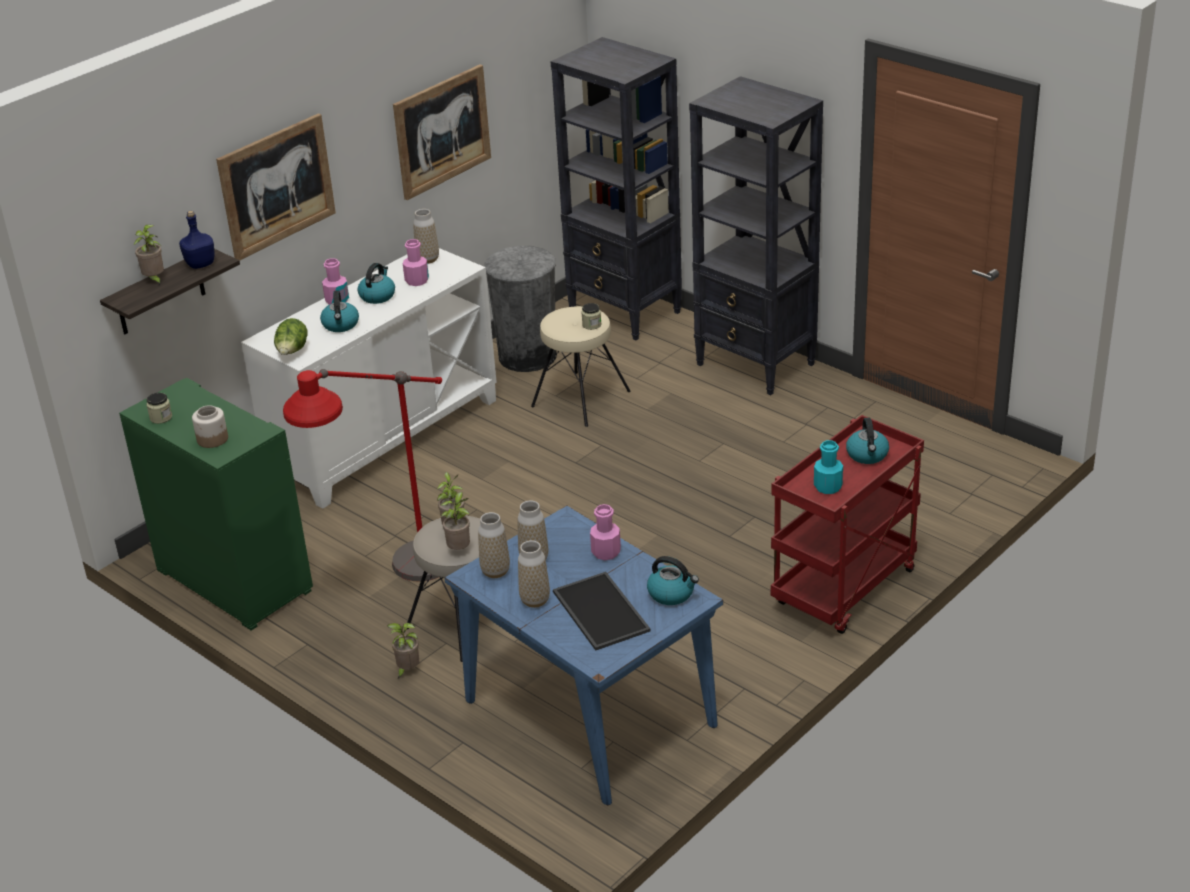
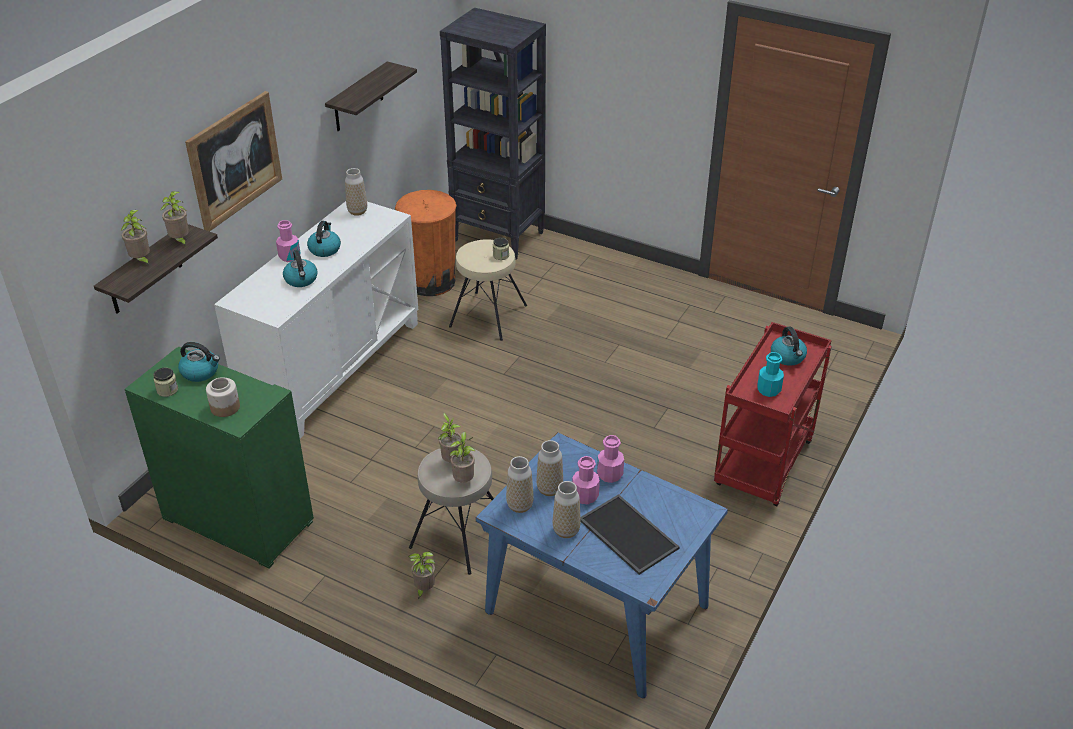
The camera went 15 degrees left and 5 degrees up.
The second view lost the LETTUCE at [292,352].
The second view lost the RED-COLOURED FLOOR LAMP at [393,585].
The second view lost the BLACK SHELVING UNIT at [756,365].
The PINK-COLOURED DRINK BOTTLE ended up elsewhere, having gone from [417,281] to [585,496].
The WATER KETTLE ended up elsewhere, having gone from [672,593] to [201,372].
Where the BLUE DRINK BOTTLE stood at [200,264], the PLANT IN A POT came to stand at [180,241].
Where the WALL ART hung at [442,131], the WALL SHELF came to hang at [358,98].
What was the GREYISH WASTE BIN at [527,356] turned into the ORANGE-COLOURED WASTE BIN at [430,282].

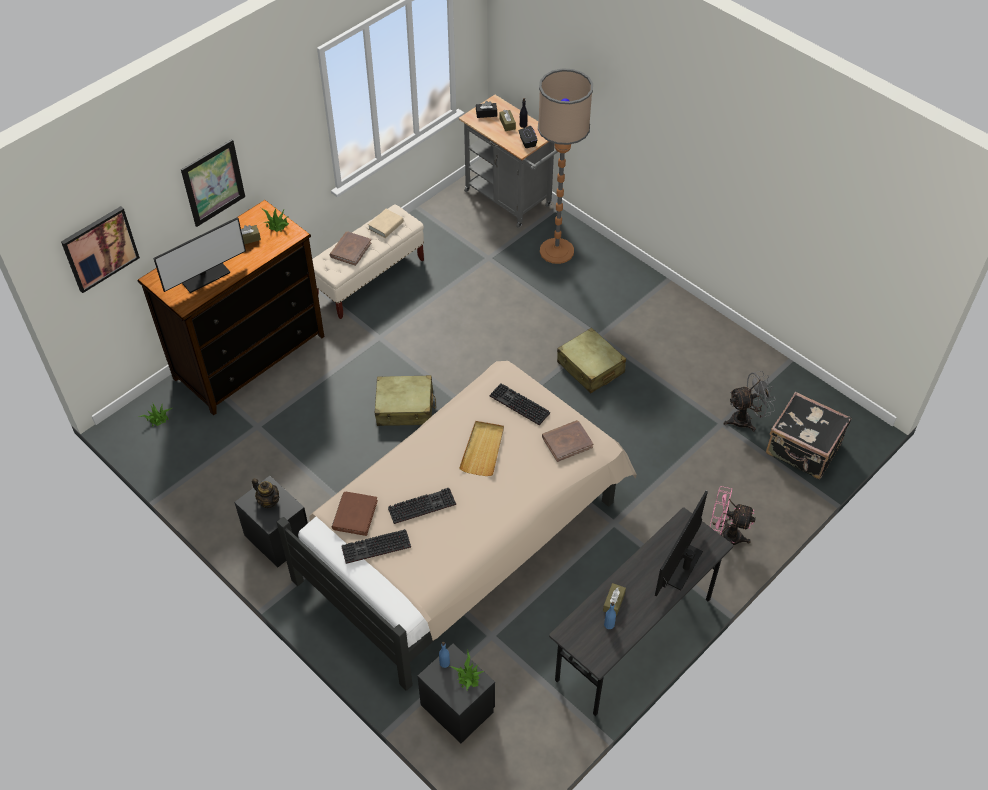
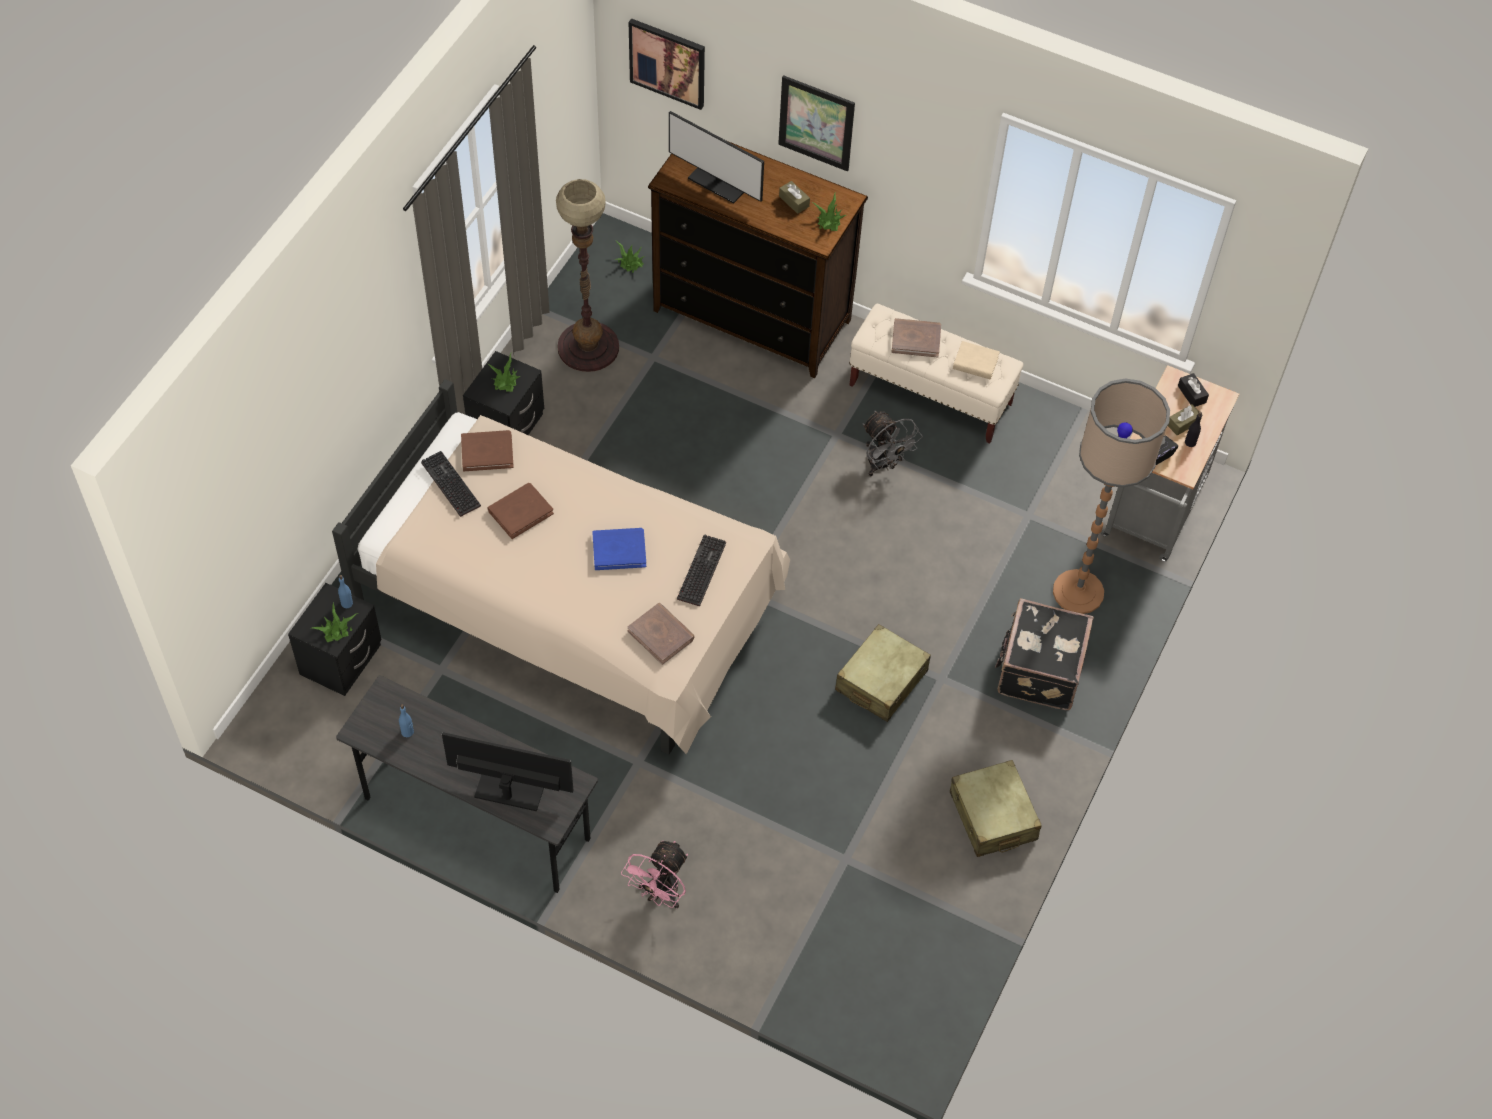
The camera went 70 degrees right and 5 degrees up.
The second view lost the BROWN-COLOURED BOX OF TISSUES at [614,602].
The second view gained the FLOOR LAMP at [588,347].
The BEIGE PIECE OF LUGGAGE ended up elsewhere, having gone from [405,407] to [993,816].
The GREYISH ELECTRIC FAN ended up elsewhere, having gone from [746,419] to [884,465].
The BLACK PIECE OF LUGGAGE ended up elsewhere, having gone from [802,450] to [1038,670].
Where the TEA POT stood at [268,501], the PLANT IN A POT came to stand at [506,381].
Where the KEYBOARD stood at [422,505], the BROWN-COLOURED BOOK came to stand at [520,512].
Where the BEIGE SERVING TRAY stood at [483,450], the BLUE BOOK came to stand at [619,550].
The PINK-COLOURED ELECTRIC FAN at [724,535] ended up facing another way, 150 degrees counterclockwise from before.

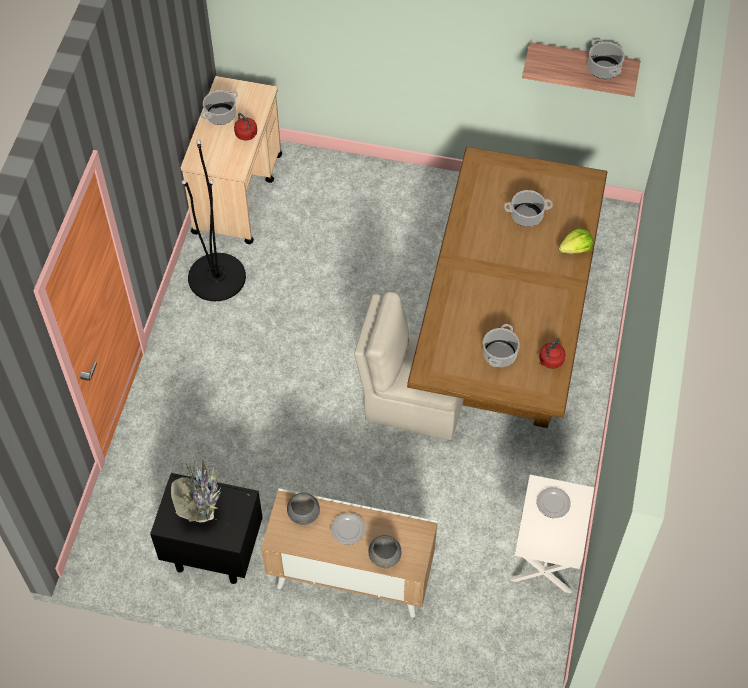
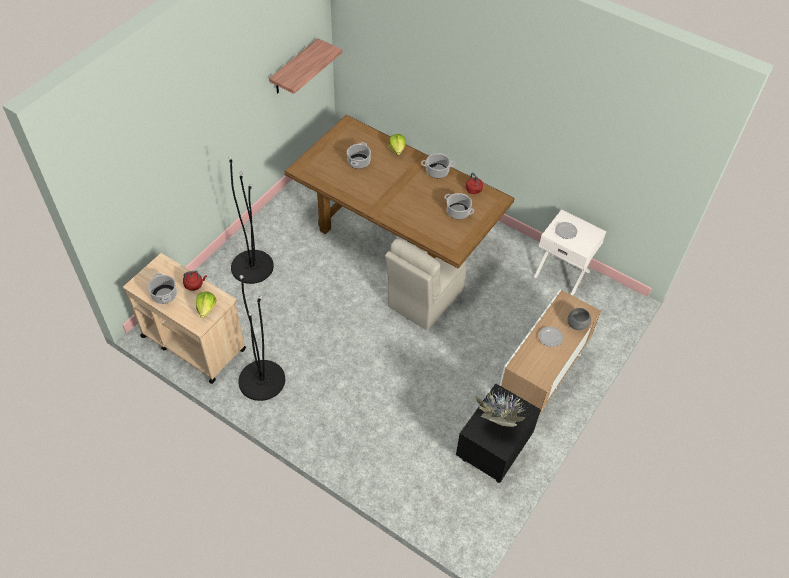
The camera went 70 degrees left and 5 degrees down.
The second view lost the GREYISH BOWL at [303,514].
The second view gained the LETTUCE at [206,308].
The second view gained the BLACK FLOOR LAMP at [252,266].
The COOKING POT ended up elsewhere, having gone from [604,69] to [437,171].

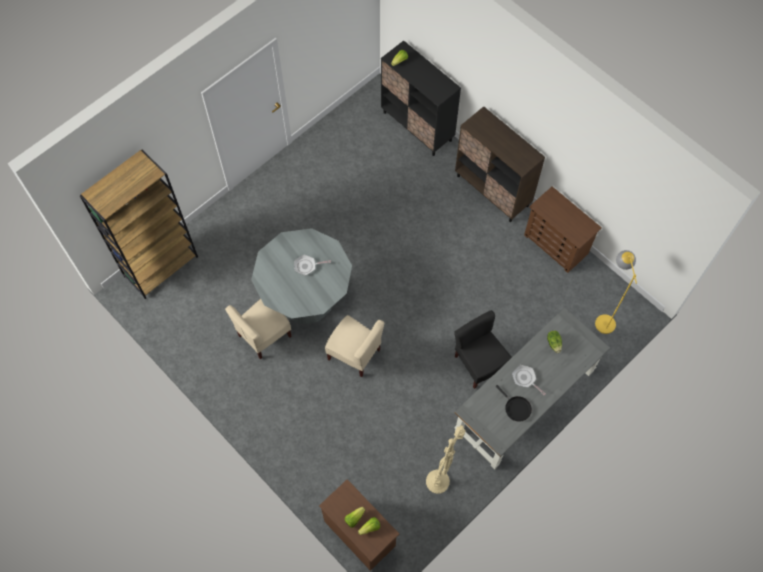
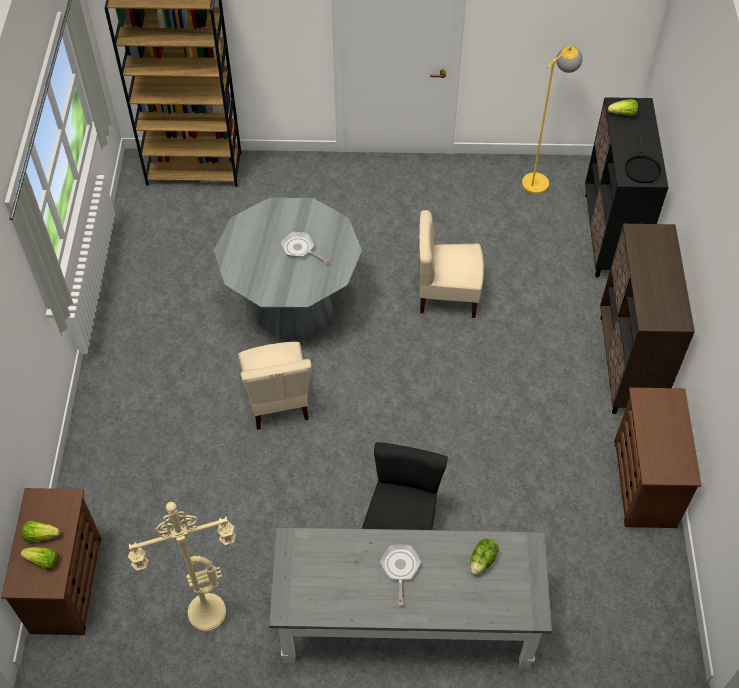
The camera went 45 degrees right and 10 degrees down.
The BEIGE CHAIR ended up elsewhere, having gone from [264,336] to [447,295].
The BLACK PAN ended up elsewhere, having gone from [516,408] to [641,169].
The YELLOWISH FLOOR LAMP ended up elsewhere, having gone from [603,317] to [540,178].

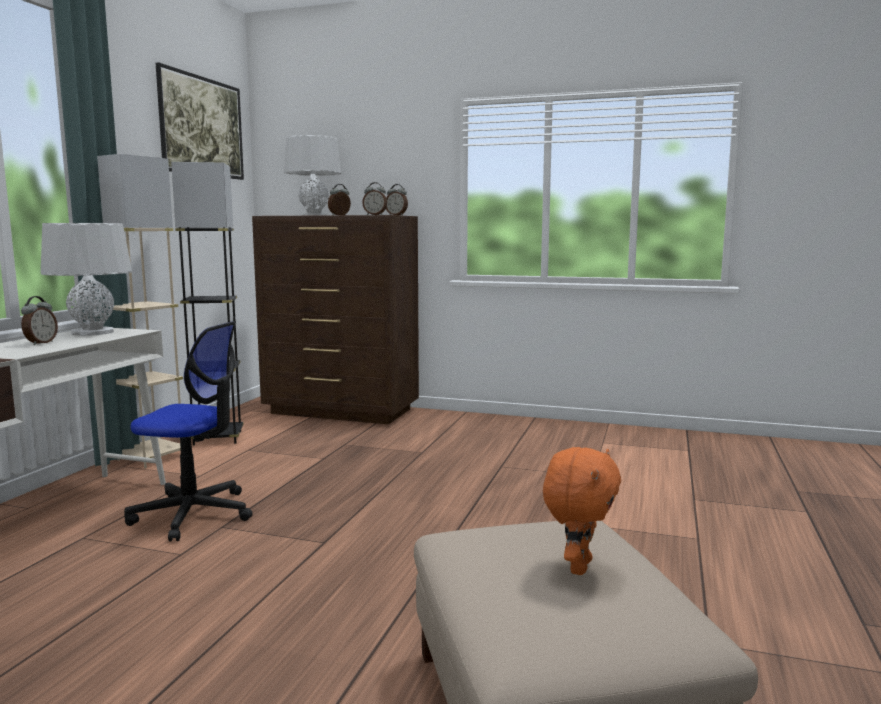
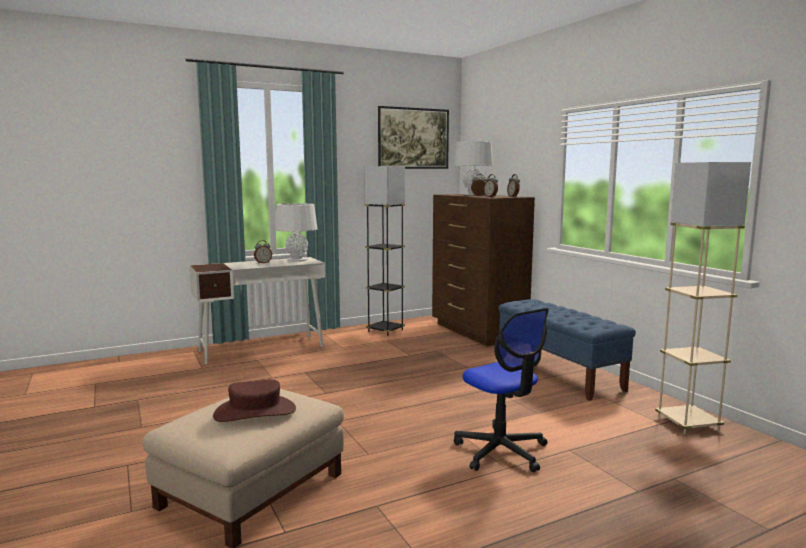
The camera went 45 degrees right and 0 degrees up.
The second view gained the BLUE BENCH at [559,373].
The BEIGE FLOOR LAMP ended up elsewhere, having gone from [151,458] to [688,423].
The DESK CHAIR ended up elsewhere, having gone from [193,514] to [501,451].
Where the ORANGE-COLOURED CUDDLY TOY stood at [578,566], the BROWN-COLOURED HAT came to stand at [255,412].

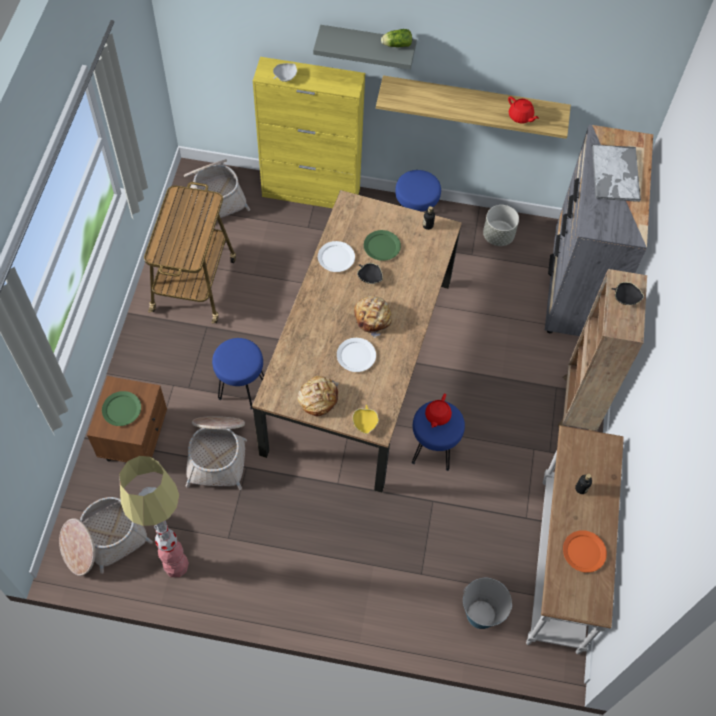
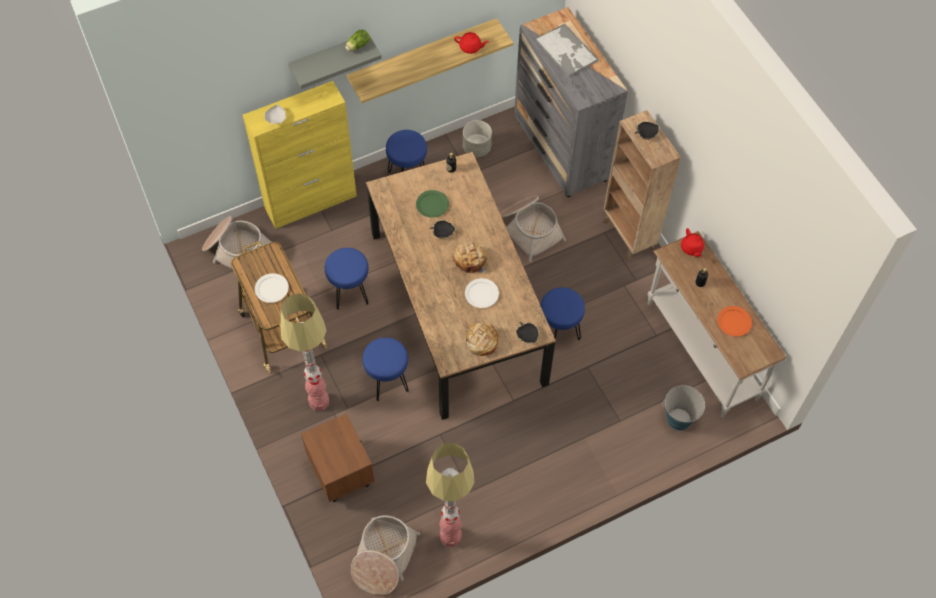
The camera went 35 degrees left and 0 degrees up.
The second view lost the GREENISH PLATE at [121,409].
The second view gained the FLOOR LAMP at [319,401].
The second view gained the BLUE SITTING STOOL at [349,293].
The HOUSEHOLD BASKET ended up elsewhere, having gone from [218,453] to [529,229].
The WHITE-COLOURED PLATE ended up elsewhere, having gone from [336,257] to [272,288].
The RED-COLOURED TEA POT ended up elsewhere, having gone from [437,416] to [691,248].
What was the YELLOWISH BOWL at [365,422] turned into the BLACK BOWL at [527,335].

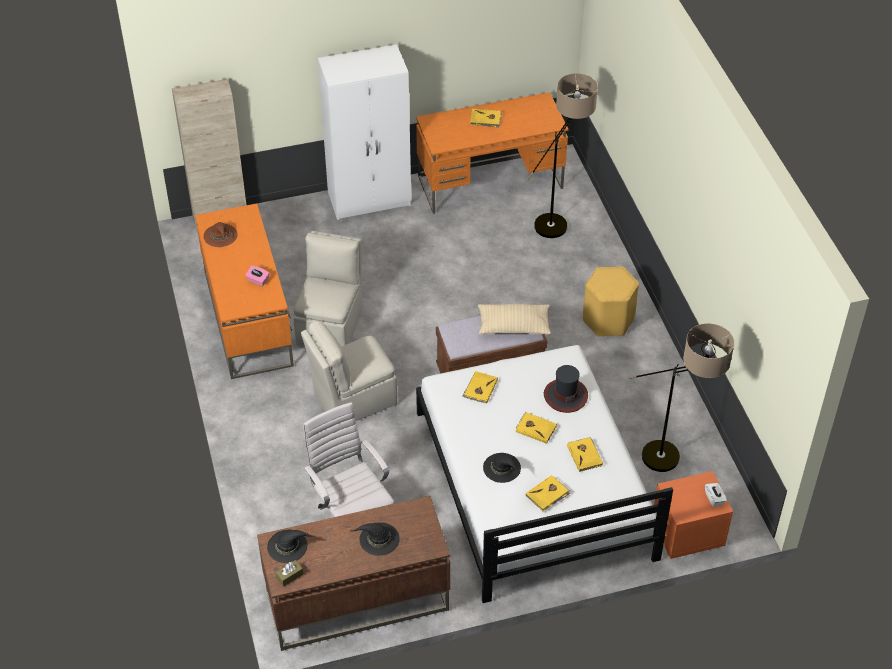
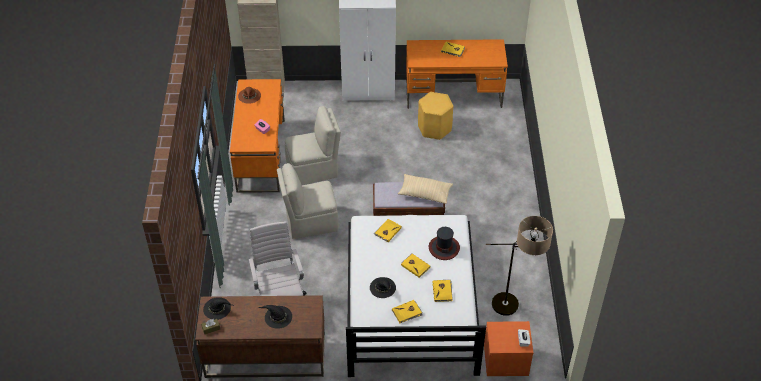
The camera went 15 degrees right and 0 degrees up.
The second view lost the FLOOR LAMP at [560,220].
The YELLOWISH SITTING STOOL ended up elsewhere, having gone from [608,320] to [434,128].
The BEIGE CHAIR at [331,325] ended up facing another way, 45 degrees clockwise from before.

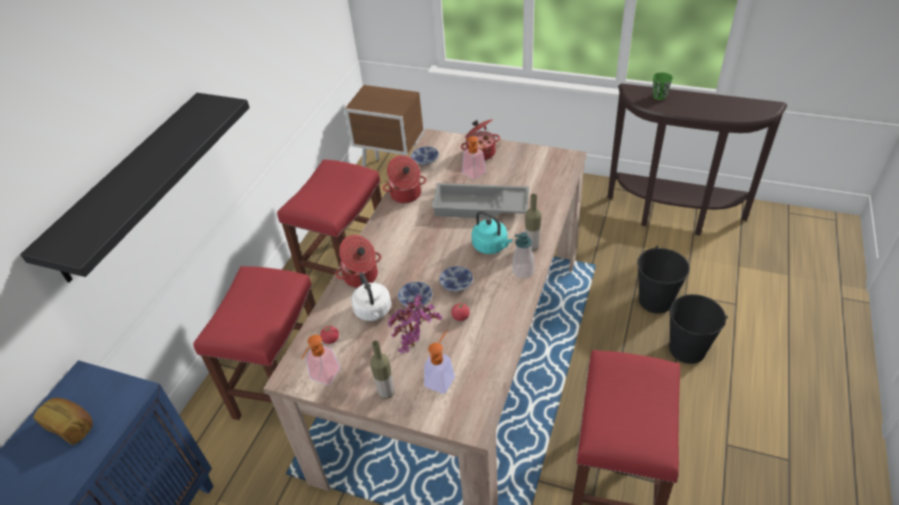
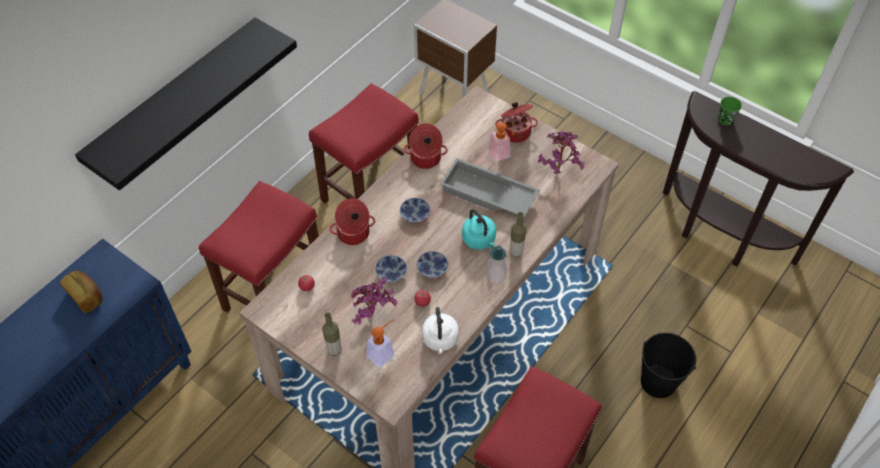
The camera went 15 degrees right and 10 degrees up.
The second view lost the SOAP BOTTLE at [322,378].
The second view lost the BLACK WATER BUCKET at [655,300].
The second view gained the PLANT IN A POT at [558,171].
The WHITE-COLOURED WATER KETTLE ended up elsewhere, having gone from [373,312] to [440,340].
The BOWL ended up elsewhere, having gone from [425,160] to [415,213].

